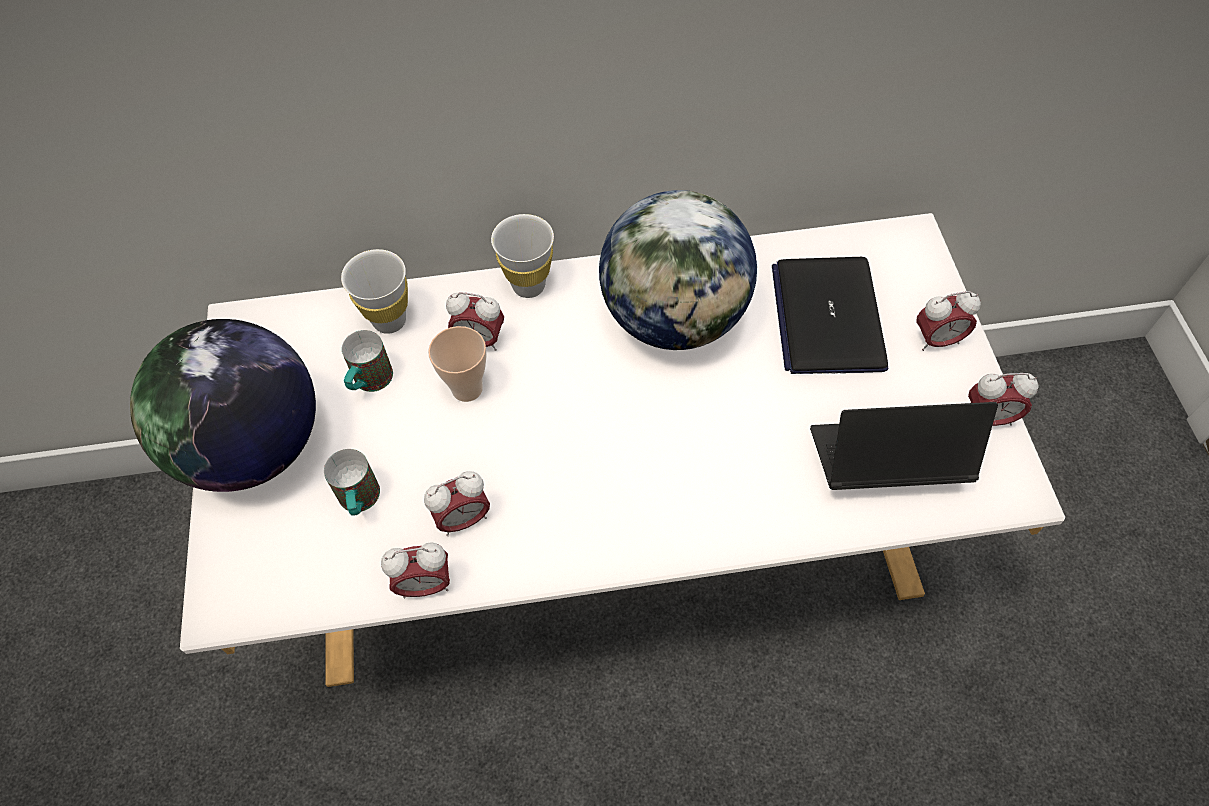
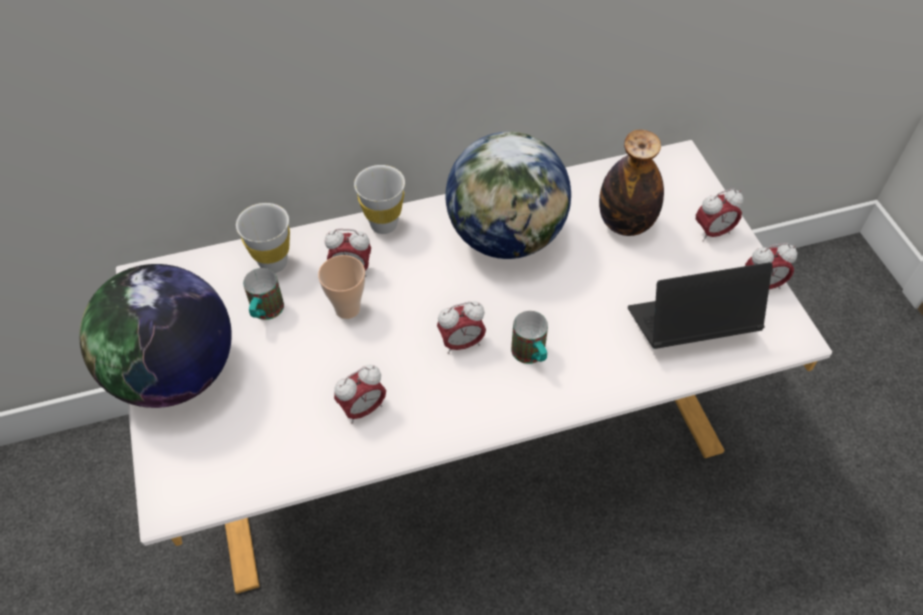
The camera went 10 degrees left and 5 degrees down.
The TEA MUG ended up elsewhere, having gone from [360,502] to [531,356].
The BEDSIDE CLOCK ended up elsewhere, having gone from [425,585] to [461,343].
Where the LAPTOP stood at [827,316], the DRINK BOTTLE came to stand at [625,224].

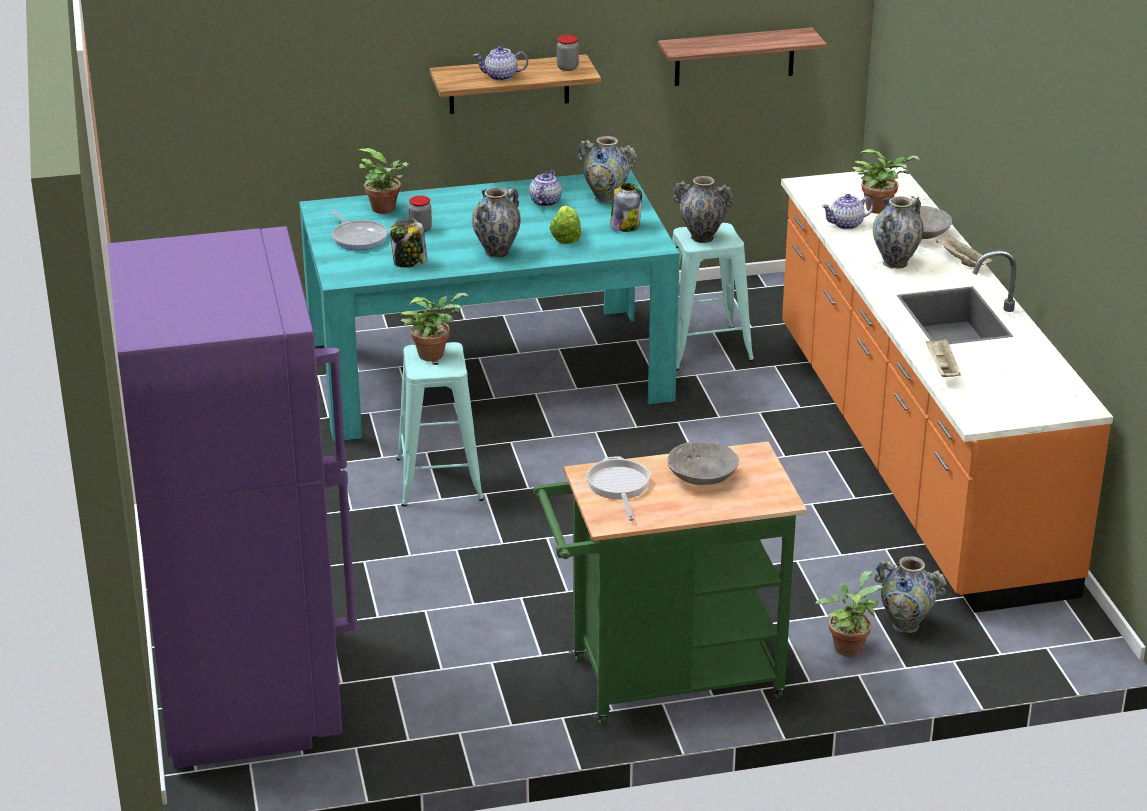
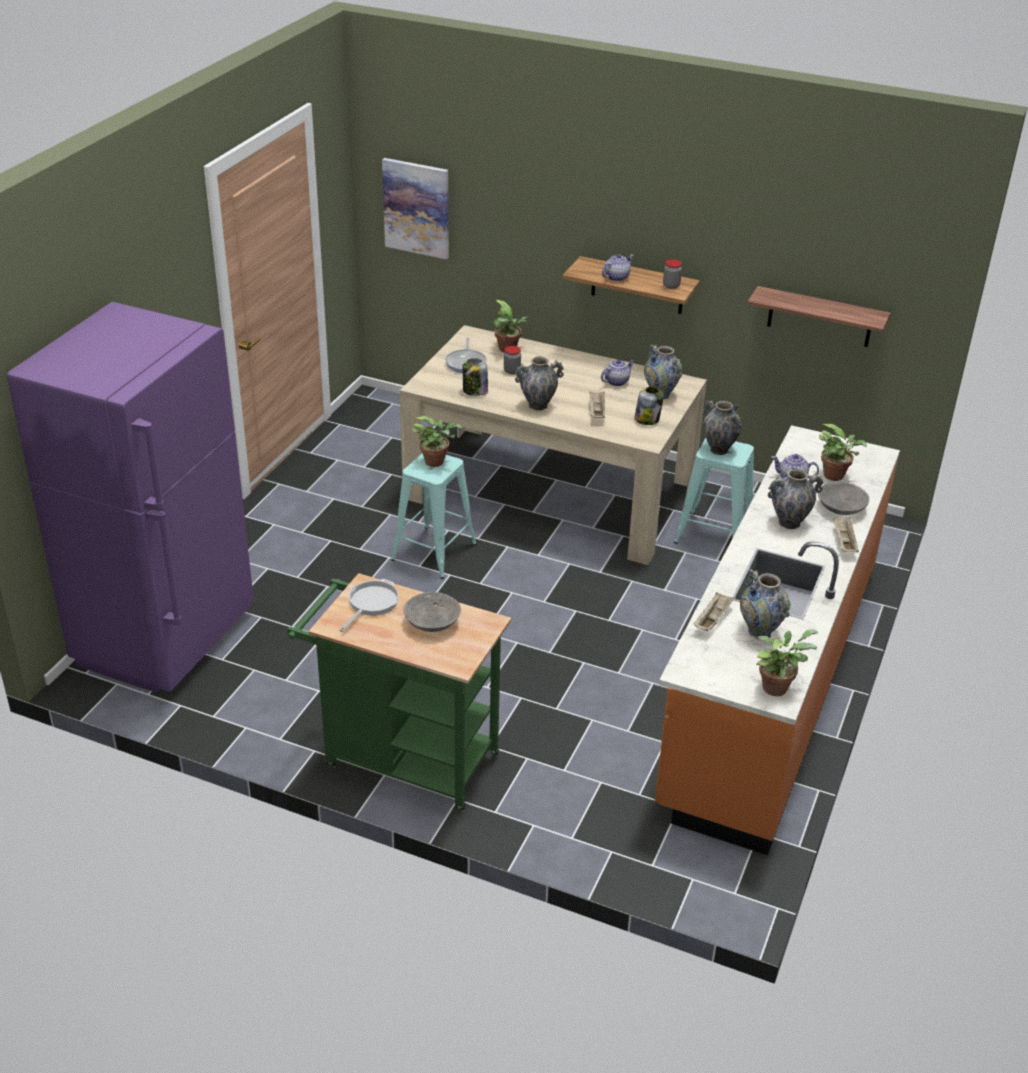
The camera went 35 degrees right and 5 degrees up.
The second view gained the WALL ART at [417,208].
The PLANT IN A POT ended up elsewhere, having gone from [848,646] to [776,686].
The VASE ended up elsewhere, having gone from [905,625] to [760,632].
Where the LETTUCE stood at [565,236], the BEIGE SERVING TRAY came to stand at [596,412].
What was the TURQUOISE DINING TABLE at [489,372] turned into the BEIGE DINING TABLE at [550,492].
The TEA POT at [500,76] ended up facing another way, 105 degrees clockwise from before.

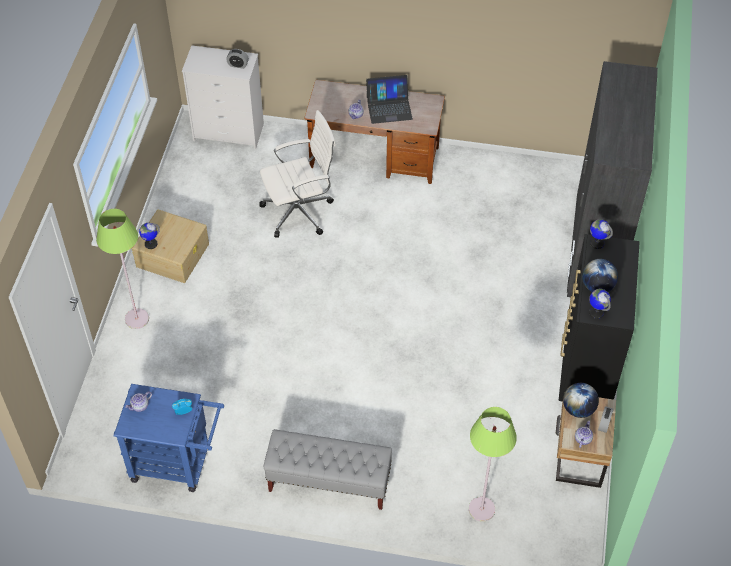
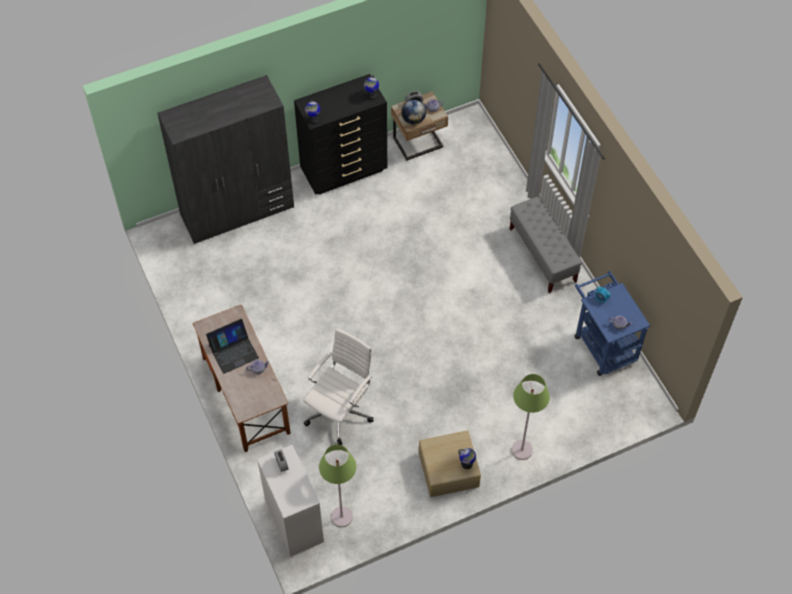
The camera went 125 degrees left and 5 degrees up.
The second view lost the WORLD GLOBE at [597,287].
The GREENISH FLOOR LAMP ended up elsewhere, having gone from [481,509] to [342,517].
The WHITE-COLOURED DESK CHAIR at [300,211] ended up facing another way, 90 degrees clockwise from before.
The LAPTOP at [389,107] ended up facing another way, 105 degrees clockwise from before.

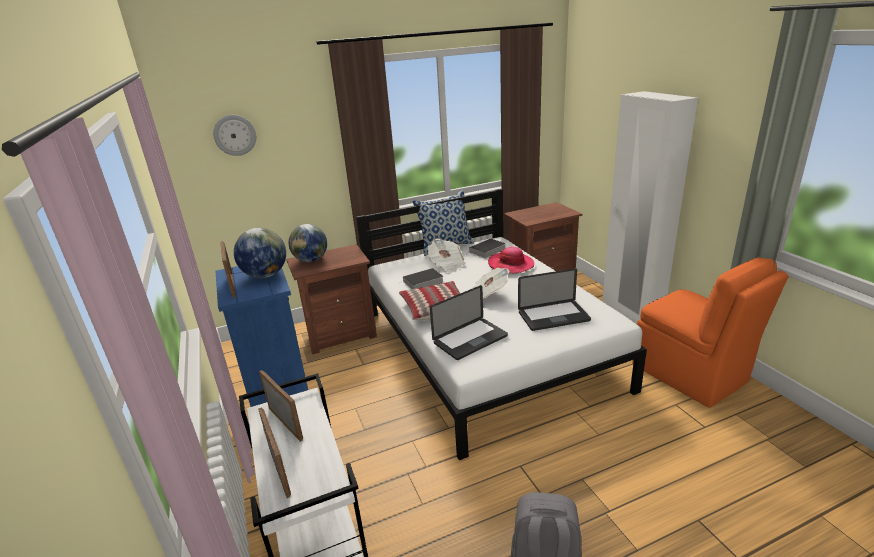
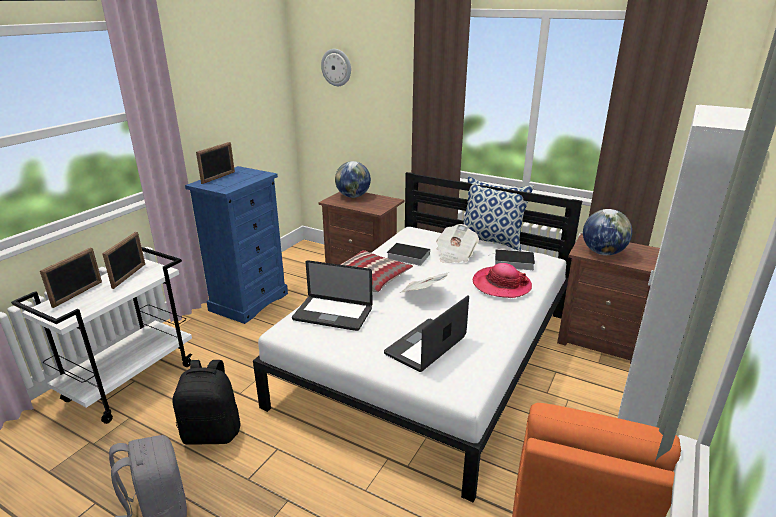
The camera went 50 degrees right and 0 degrees up.
The second view gained the BLACK KNAPSACK at [212,432].
The WORLD GLOBE ended up elsewhere, having gone from [265,275] to [602,252].
The LAPTOP at [553,317] ended up facing another way, 90 degrees clockwise from before.

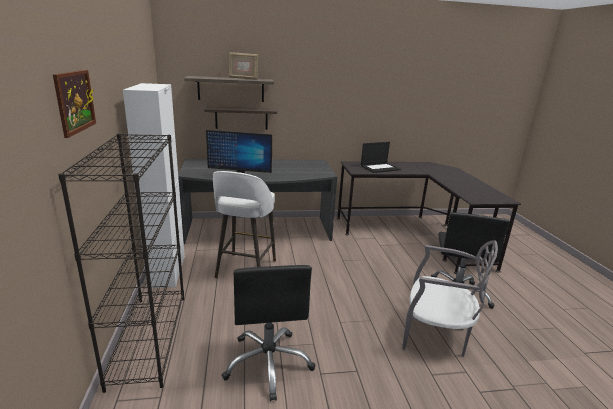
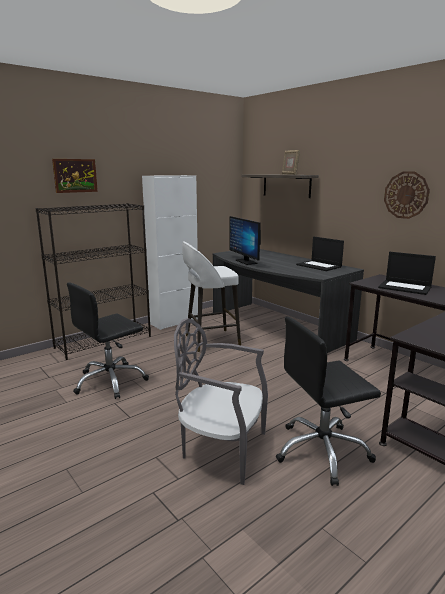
The camera went 60 degrees right and 5 degrees down.
The second view lost the WALL SHELF at [241,118].
The second view gained the LAPTOP at [319,266].
The second view gained the CLOCK ON THE WALL at [406,195].
The GREYISH CHAIR at [435,335] ended up facing another way, 120 degrees clockwise from before.

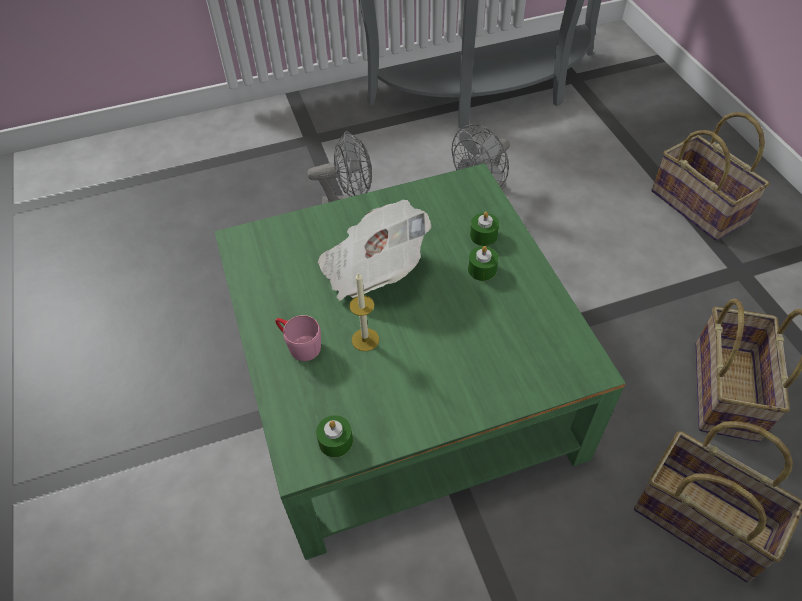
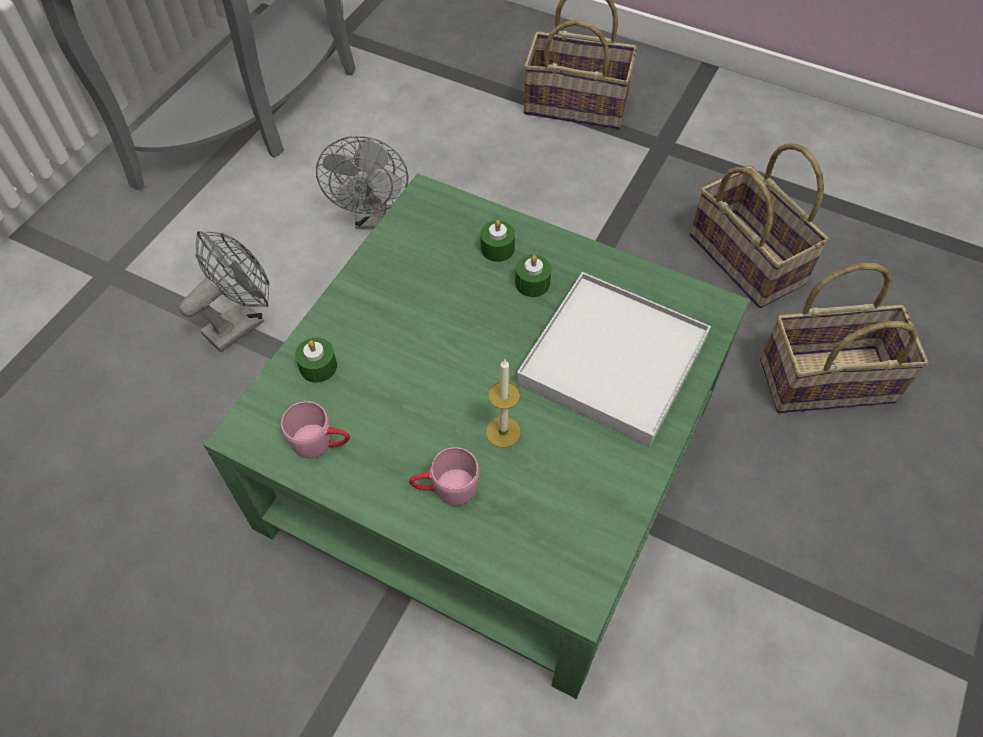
The camera went 45 degrees left and 5 degrees up.
The second view lost the DAILY PAPER at [372,269].
The second view gained the PINK-COLOURED TEA MUG at [321,443].
The second view gained the WHITE-COLOURED SERVING TRAY at [612,361].
The GREENISH CANDLE ended up elsewhere, having gone from [335,441] to [318,366].

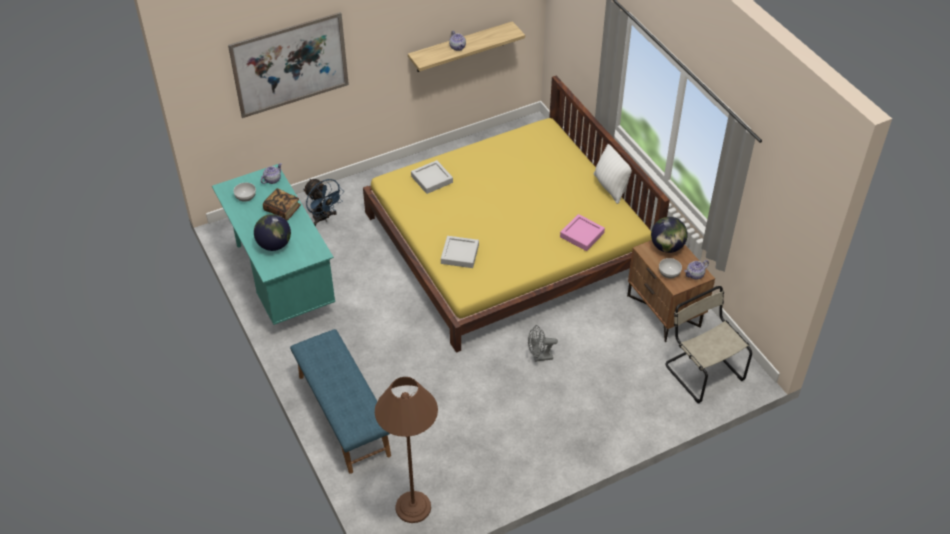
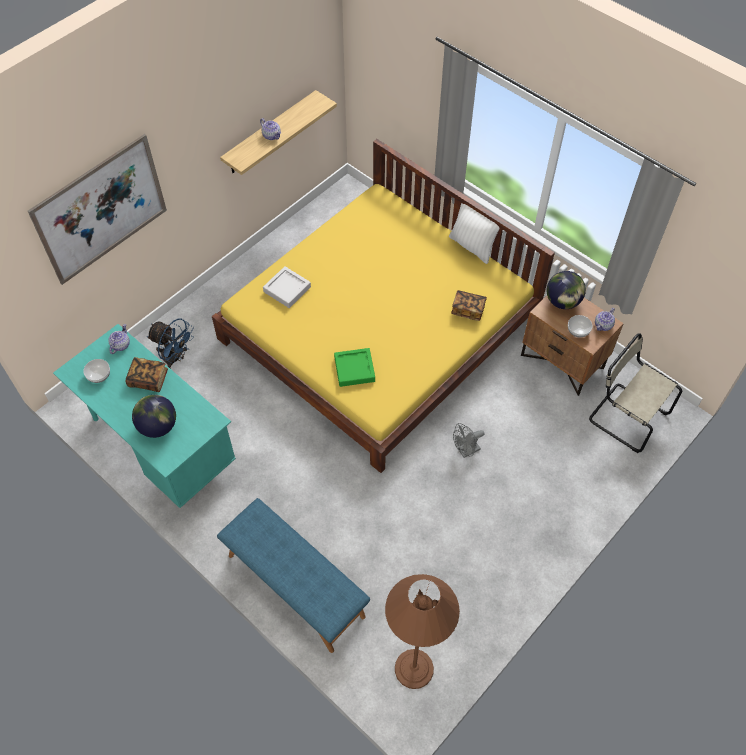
The camera went 20 degrees left and 10 degrees up.
Where the PINK-COLOURED SERVING TRAY stood at [582,235], the BOOK came to stand at [468,310].
What was the GREYISH SERVING TRAY at [460,254] turned into the GREENISH SERVING TRAY at [354,369].

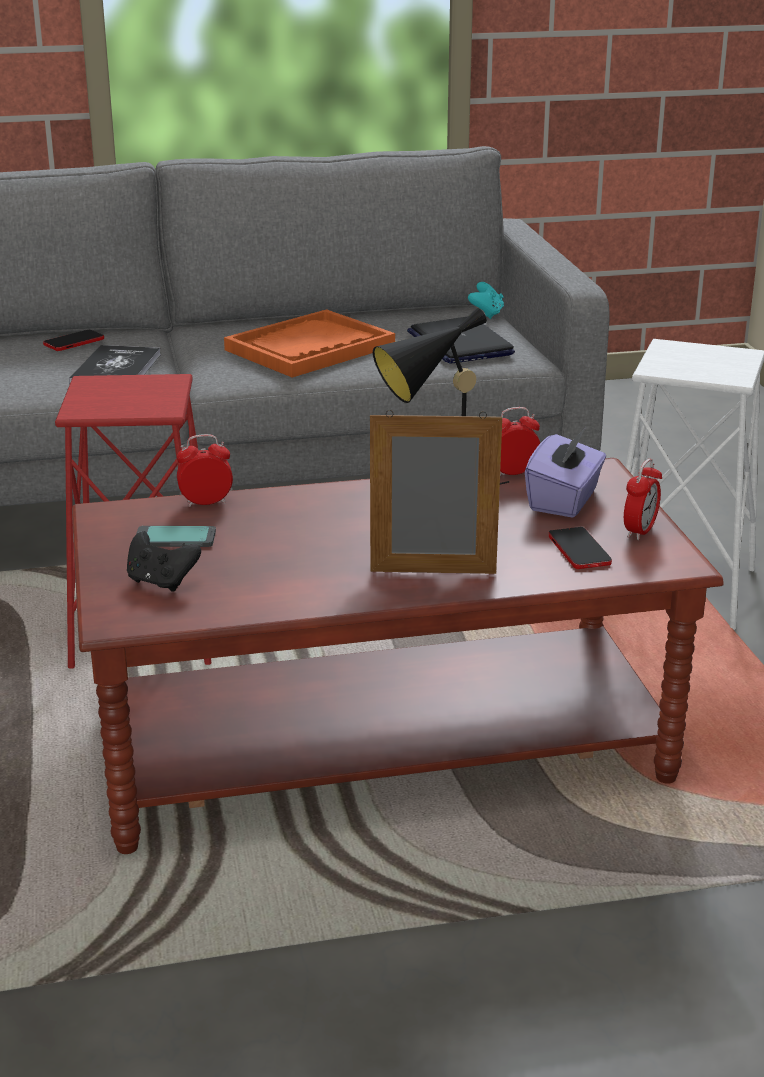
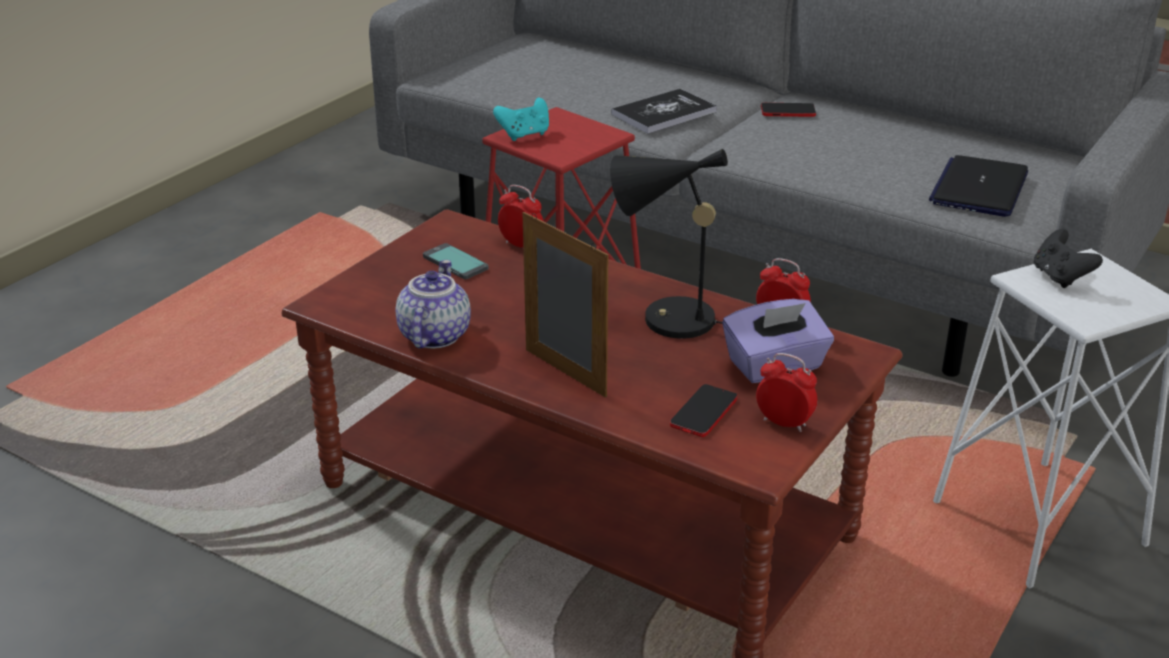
The camera went 45 degrees right and 5 degrees up.
The second view lost the ORANGE-COLOURED SERVING TRAY at [310,348].
The second view gained the TEA POT at [433,335].
The PHONE ended up elsewhere, having gone from [74,342] to [788,111].
The BLACK GAMEPAD ended up elsewhere, having gone from [161,582] to [1060,277].
The TURQUOISE GAMEPAD ended up elsewhere, having gone from [486,314] to [524,135].
The BEDSIDE CLOCK at [640,531] ended up facing another way, 135 degrees counterclockwise from before.

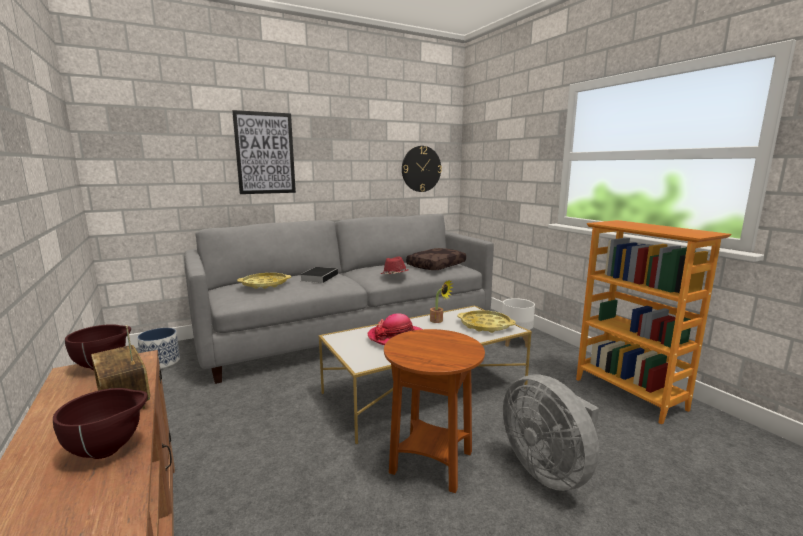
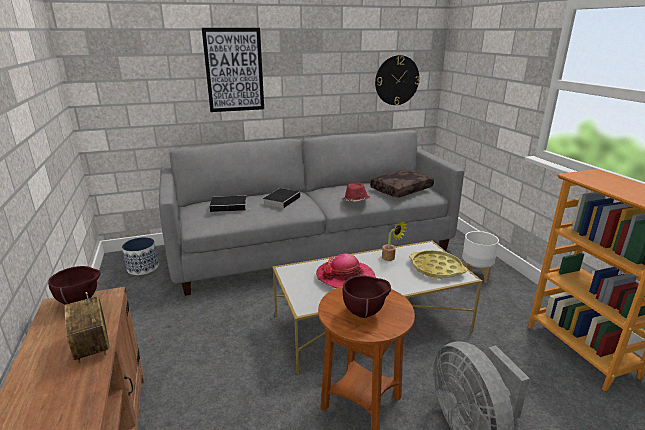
The camera went 10 degrees right and 10 degrees up.
The BROWN-COLOURED BOWL ended up elsewhere, having gone from [110,450] to [365,313].
Where the YELLOWISH SERVING TRAY stood at [265,284], the BOOK came to stand at [230,206].

